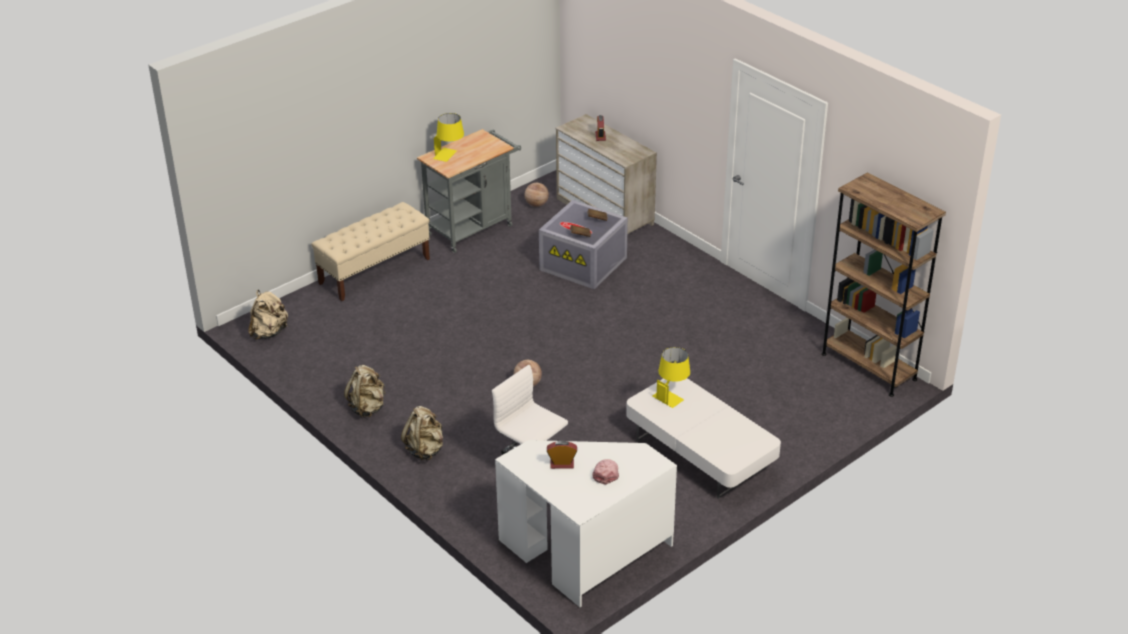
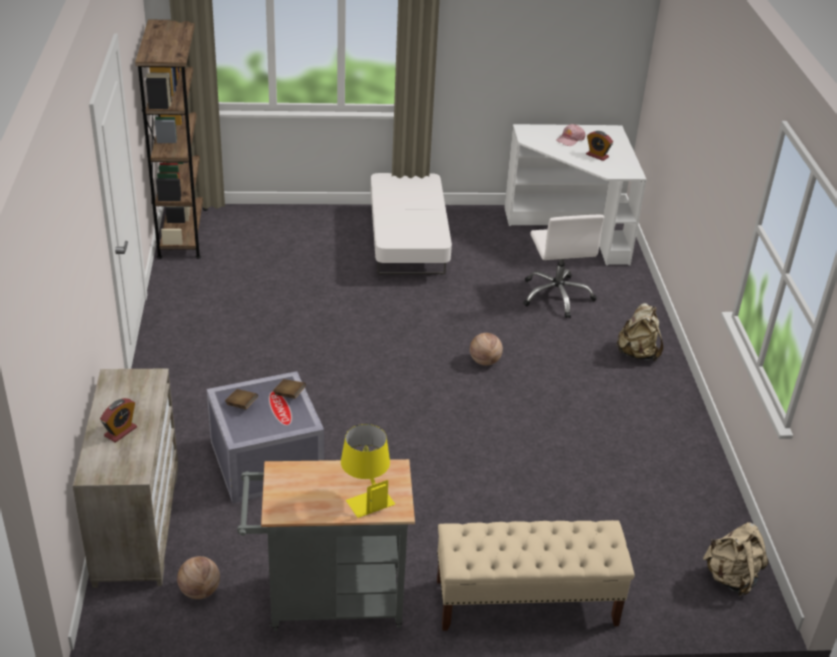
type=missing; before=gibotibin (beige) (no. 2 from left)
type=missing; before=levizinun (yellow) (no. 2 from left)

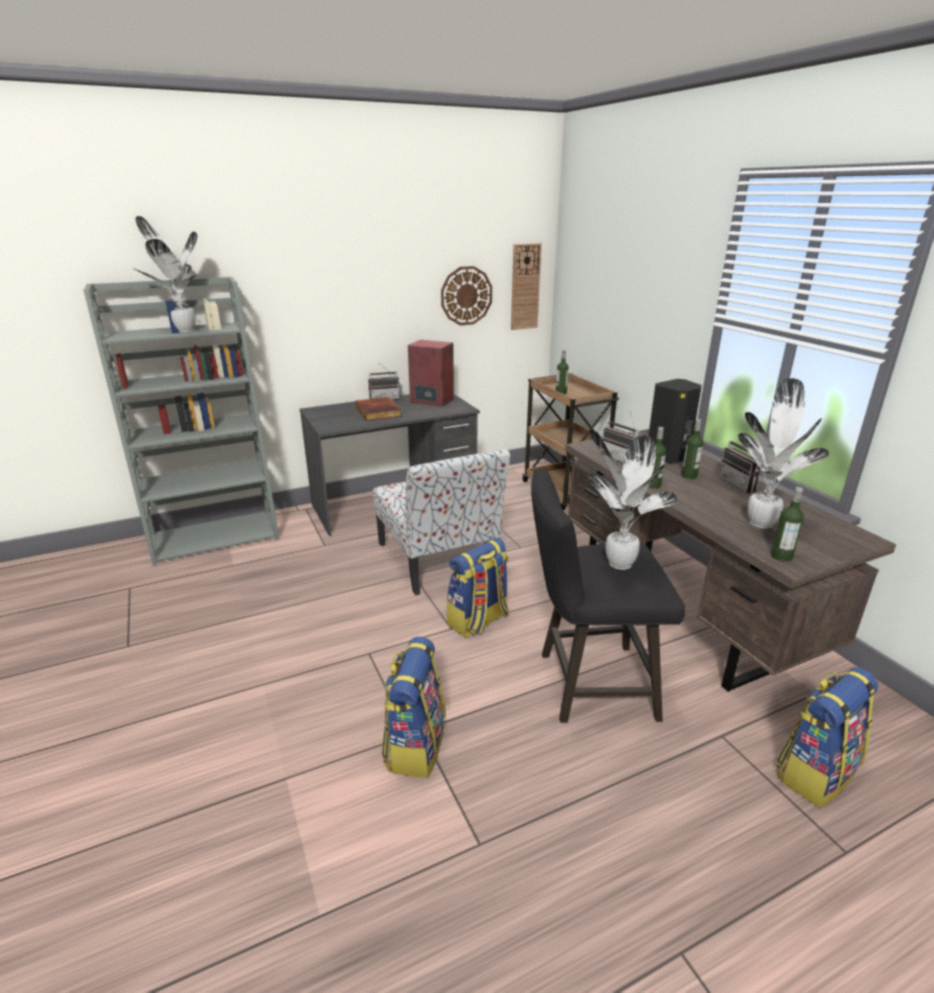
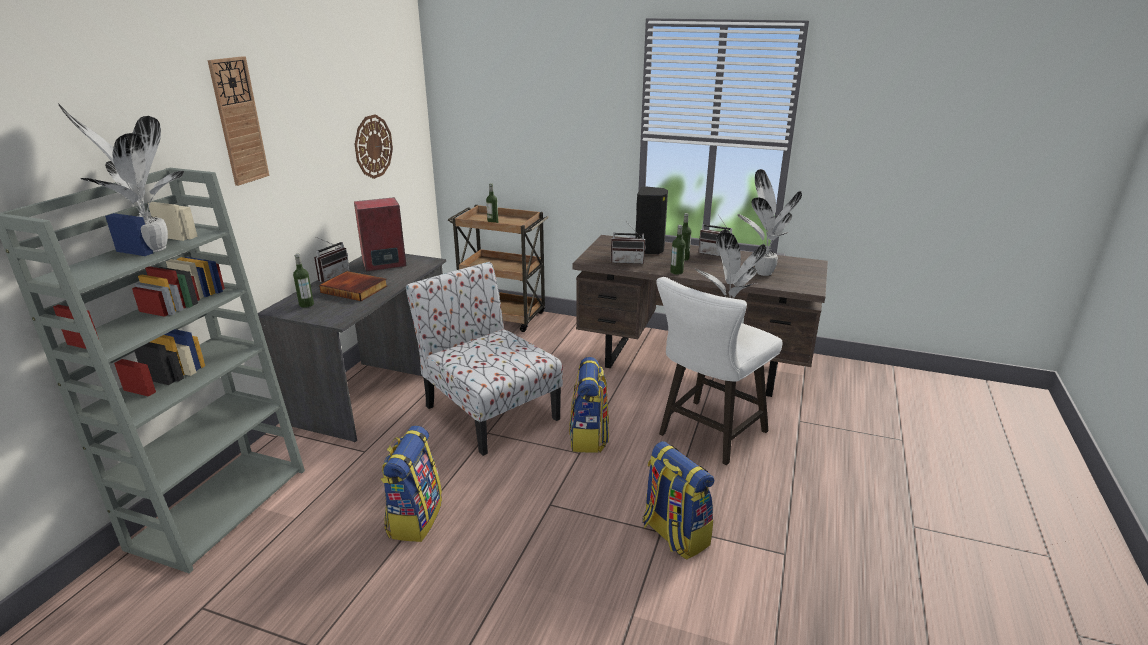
type=relocated; before=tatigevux (no. 2 from left in the first image); after=tatigevux (no. 1 from left)
type=relocated; before=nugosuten (no. 4 from left in the first image); after=nugosuten (no. 1 from left)
type=relocated; before=gibotibin (no. 3 from left in the first image); after=gibotibin (no. 1 from left)
type=colour; before=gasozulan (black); after=gasozulan (white)
type=spun; before=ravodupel; turn=-150

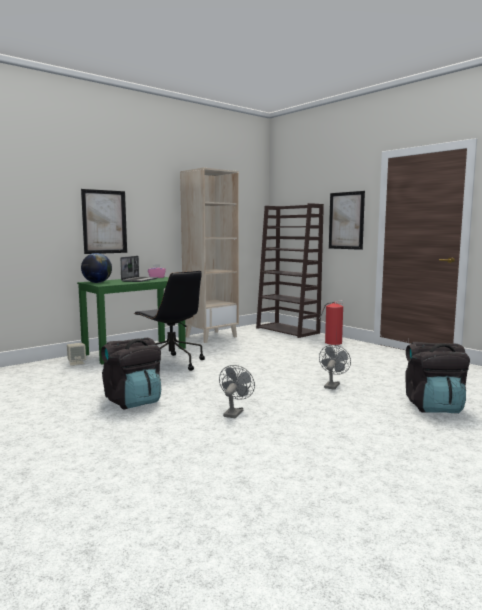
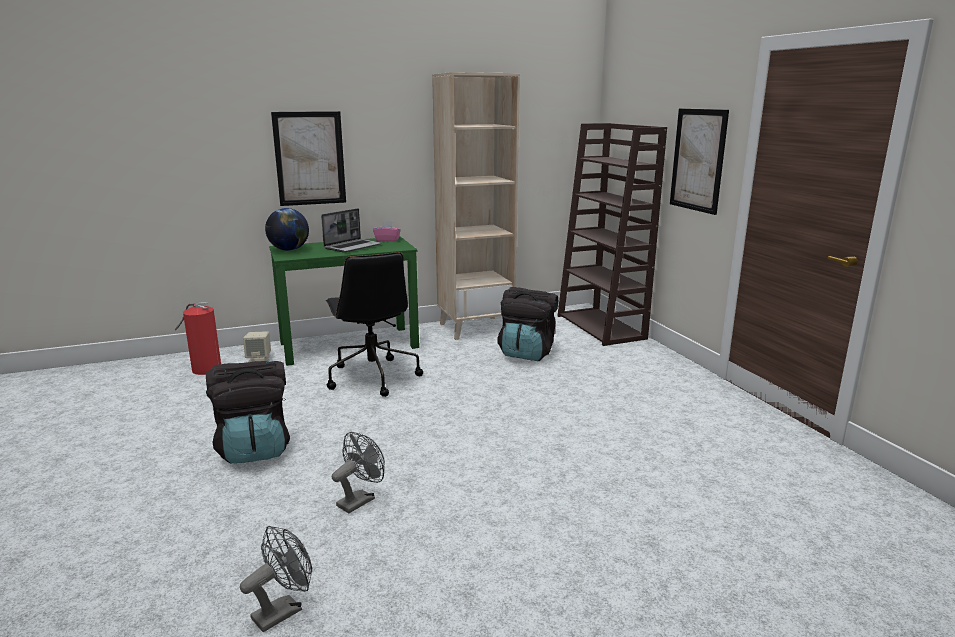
type=relocated; before=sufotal
type=relocated; before=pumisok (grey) (no. 2 from left in the first image); after=pumisok (grey) (no. 1 from left)
type=relocated; before=gibotibin (black) (no. 2 from left)

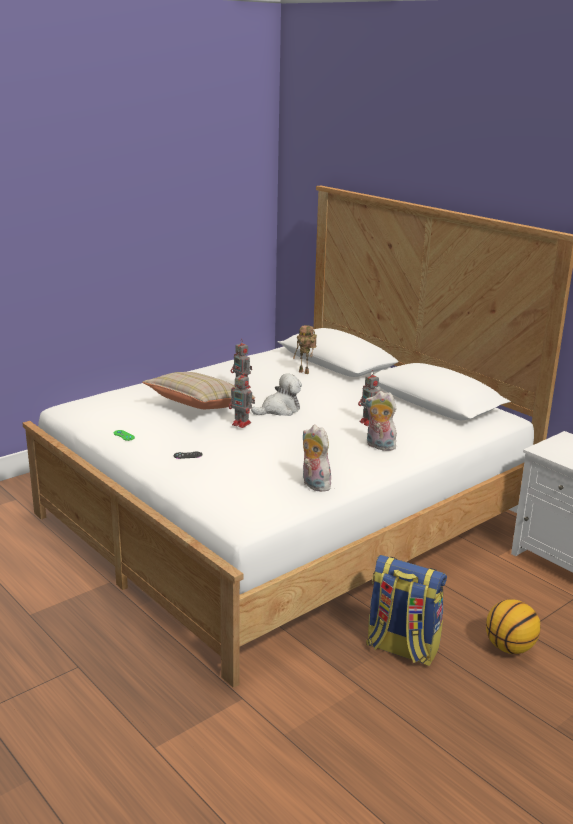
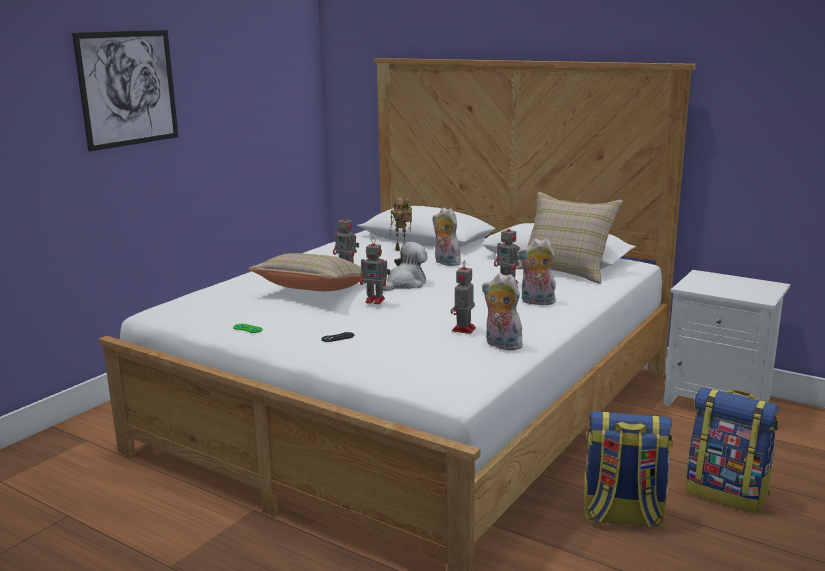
type=appeared; after=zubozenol
type=appeared; after=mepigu (no. 2 from left)
type=appeared; after=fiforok (no. 4 from left)
type=appeared; after=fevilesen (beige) (no. 2 from left)
type=exchanged; before=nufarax; after=gibotibin (no. 2 from left)

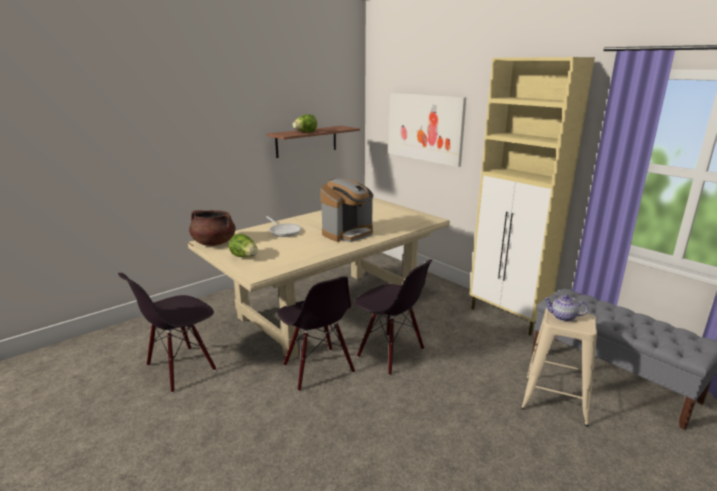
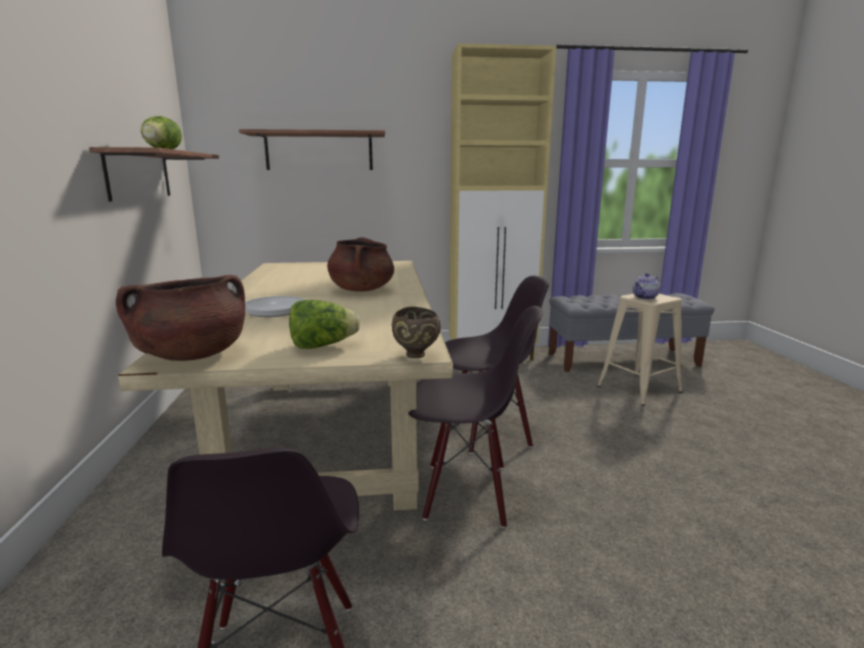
type=appeared; after=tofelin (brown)
type=exchanged; before=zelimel; after=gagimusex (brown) (no. 2 from left)
type=exchanged; before=zubozenol; after=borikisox (no. 2 from left)

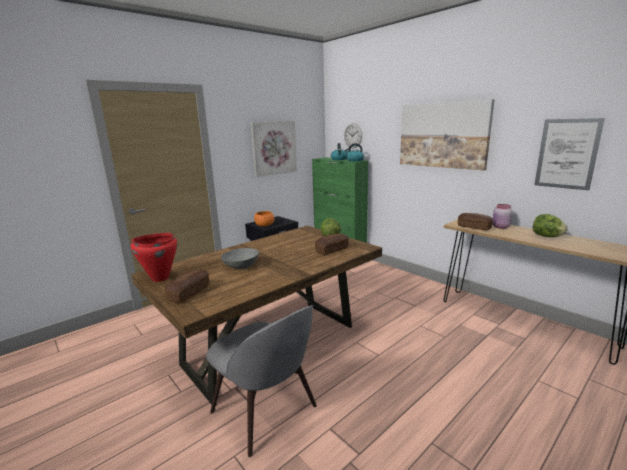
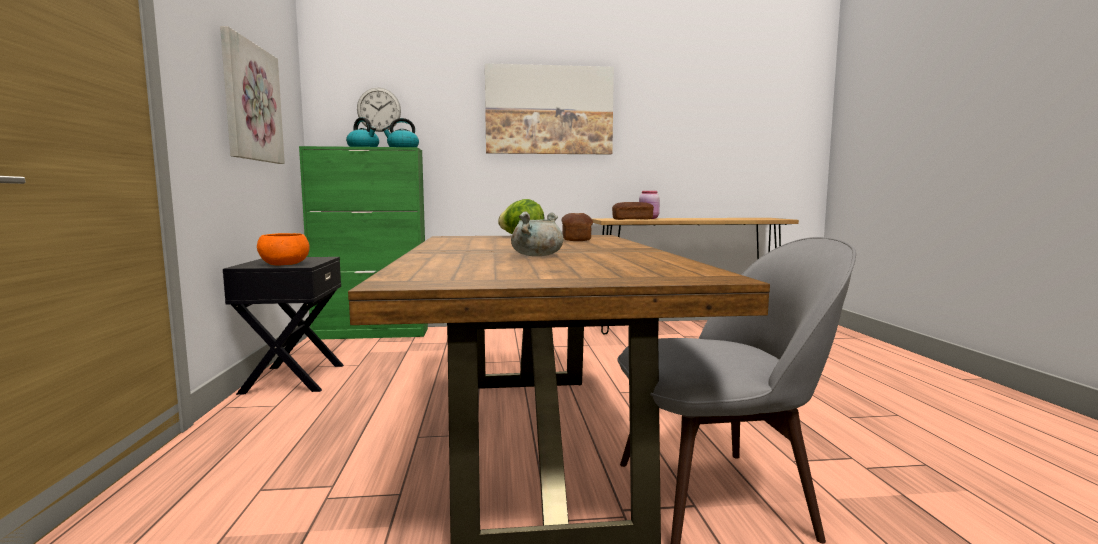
type=missing; before=gagimusex (red)
type=missing; before=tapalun (no. 1 from left)
type=missing; before=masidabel (no. 2 from left)
type=missing; before=zubozenol (no. 3 from left)
type=exchanged; before=tofelin (grey); after=gagimusex (grey)

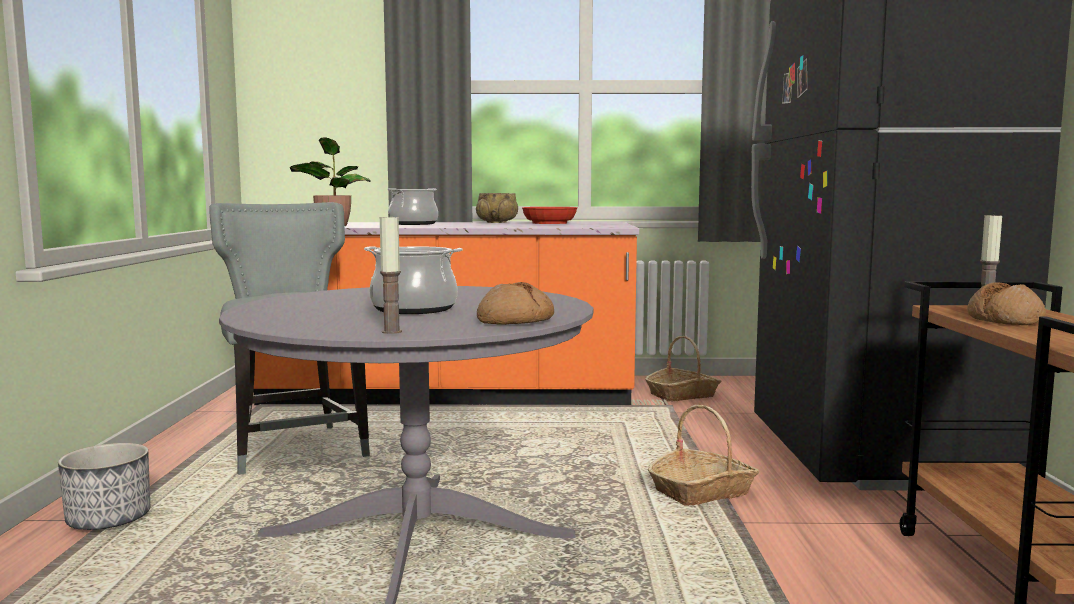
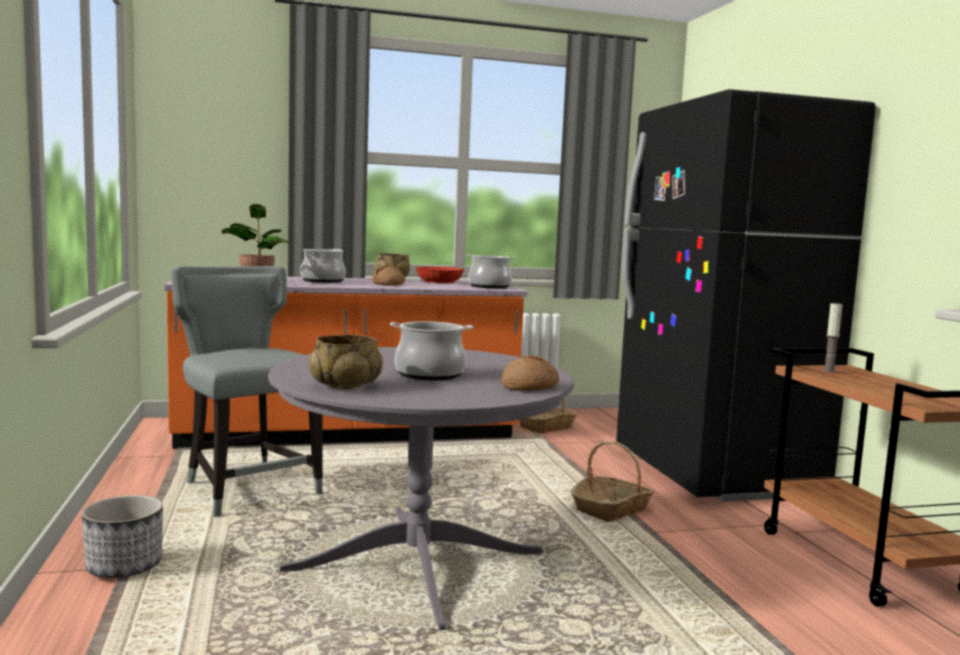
type=missing; before=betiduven (no. 1 from left)
type=appeared; after=tofelin (beige) (no. 1 from left)
type=appeared; after=gagimusex (no. 3 from left)
type=relocated; before=tapalun (no. 2 from left in the first image); after=tapalun (no. 1 from left)

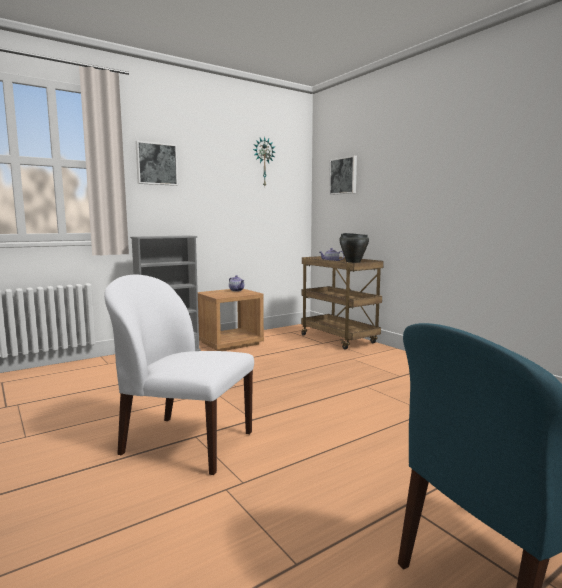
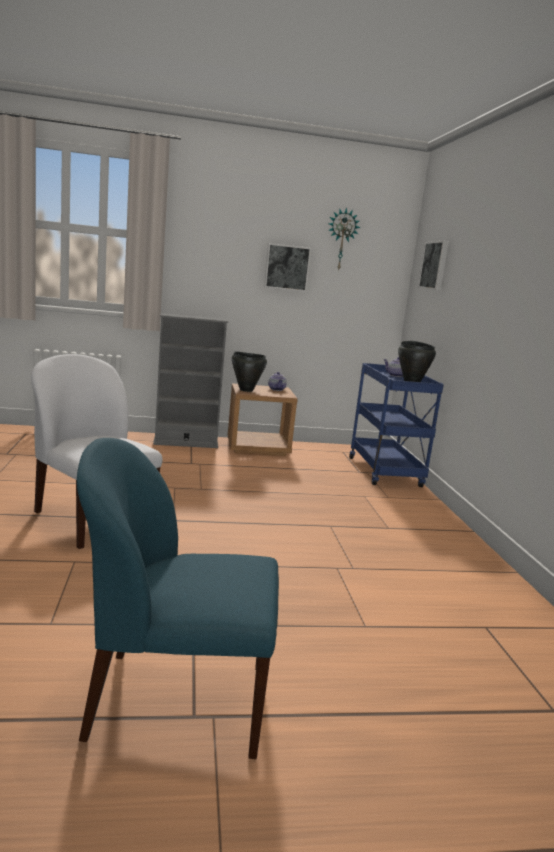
type=appeared; after=gagimusex (black) (no. 1 from left)
type=relocated; before=zubozenol (no. 1 from left)
type=colour; before=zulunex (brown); after=zulunex (blue)

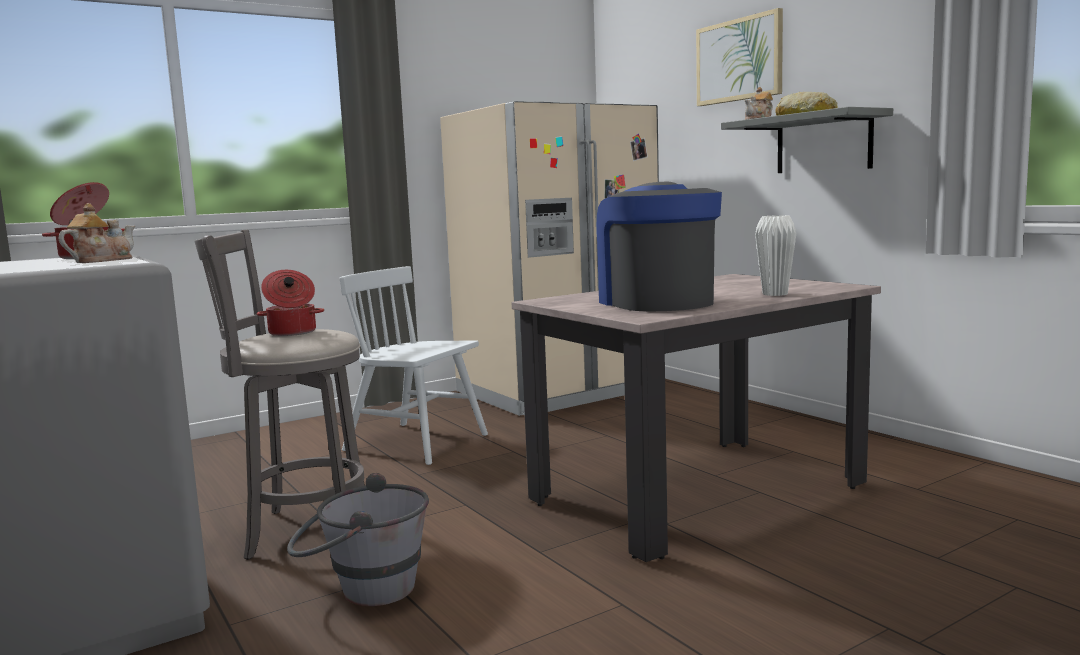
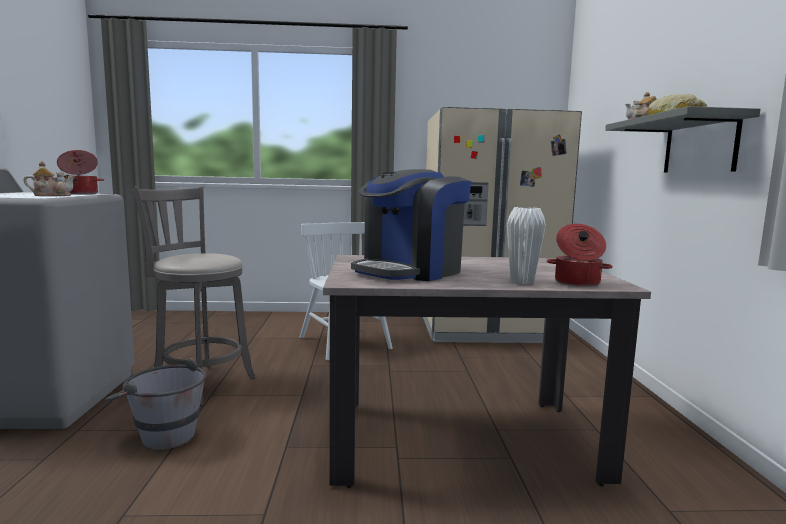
type=missing; before=zubozenol
type=relocated; before=gagimusex (no. 2 from left)
type=spun; before=zelimel; turn=-150

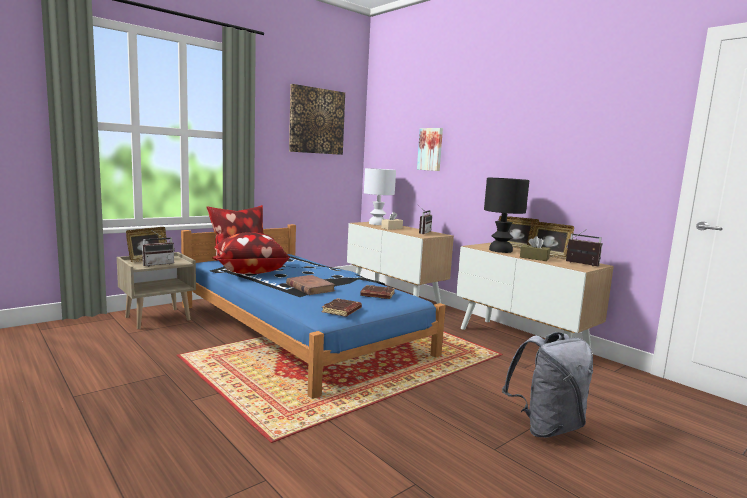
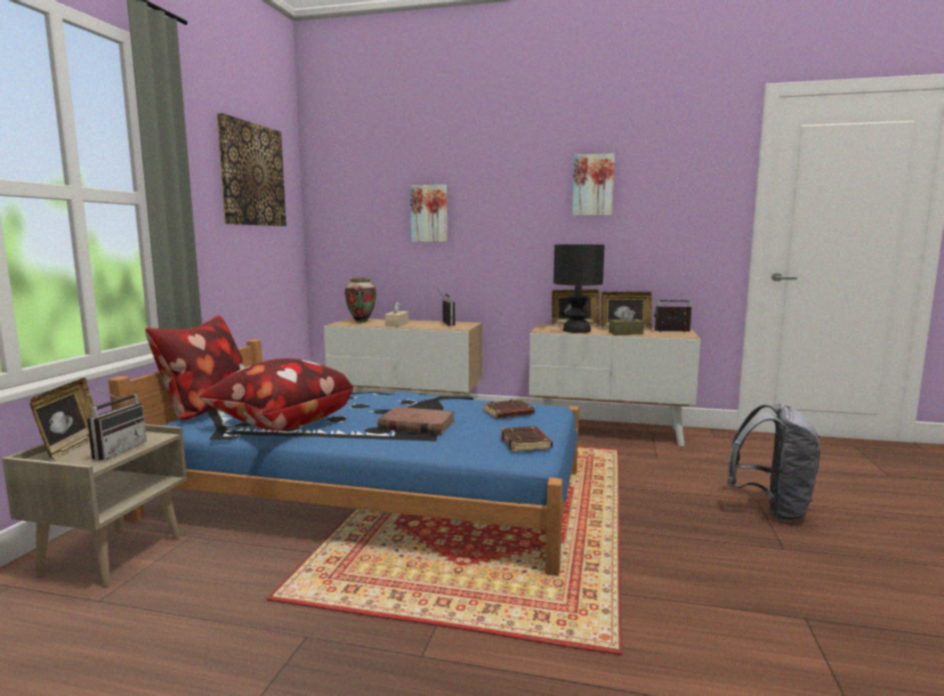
type=appeared; after=zubozenol (no. 3 from left)
type=exchanged; before=levizinun (white); after=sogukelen

